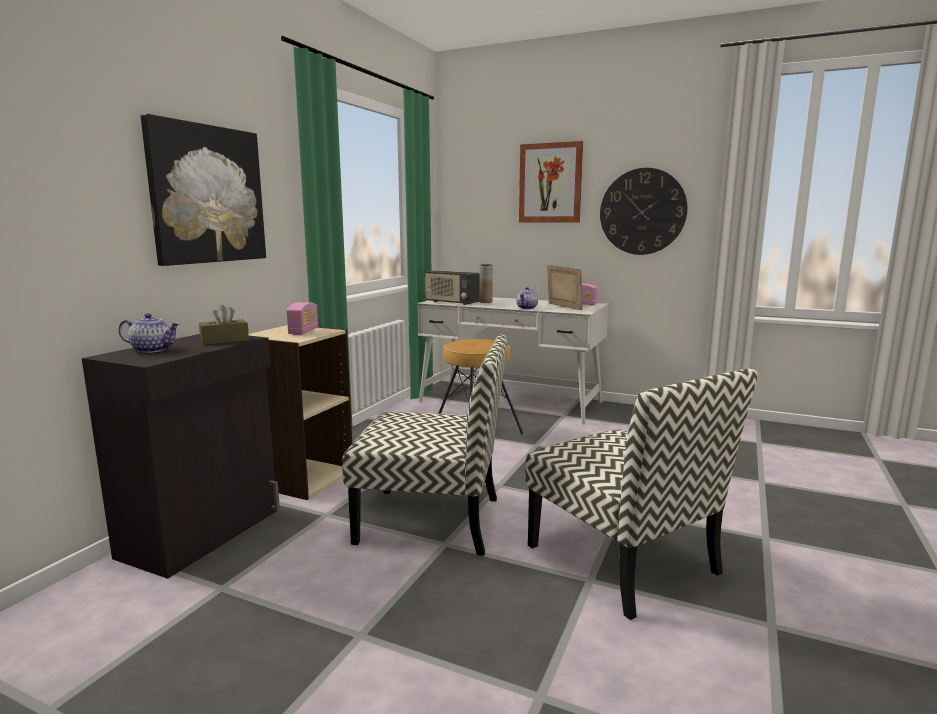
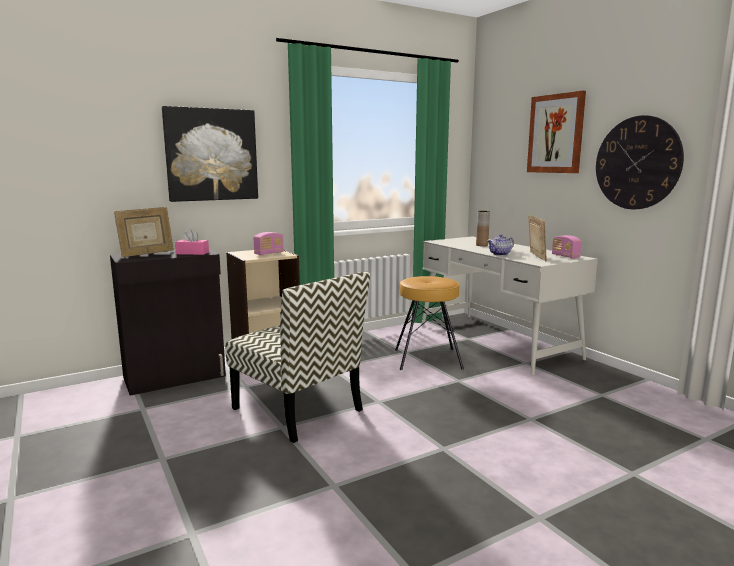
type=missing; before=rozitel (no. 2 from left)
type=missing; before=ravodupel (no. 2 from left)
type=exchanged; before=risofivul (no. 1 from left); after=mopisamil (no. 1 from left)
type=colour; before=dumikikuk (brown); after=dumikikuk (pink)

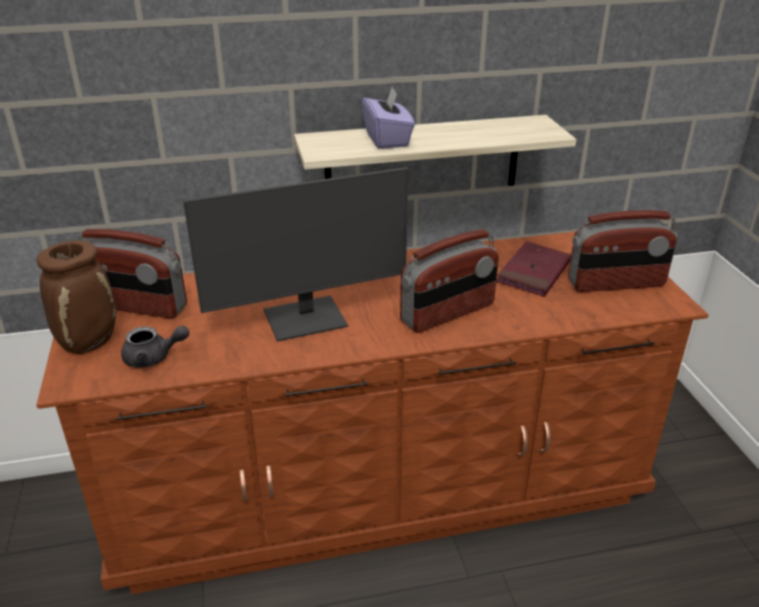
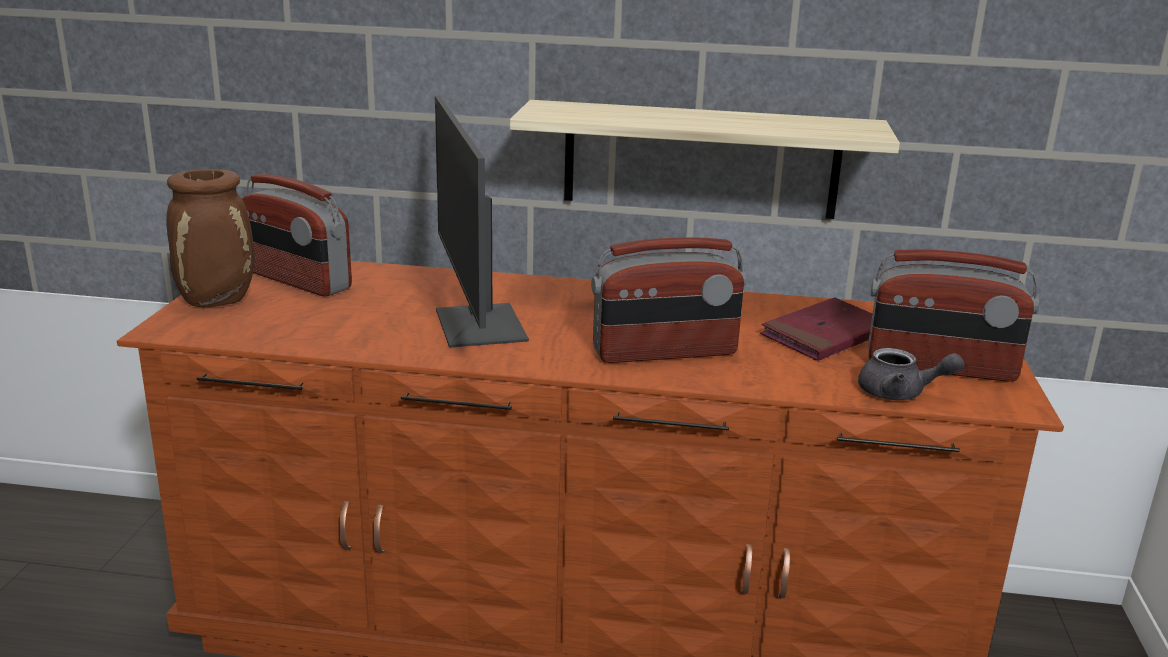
type=missing; before=dumikikuk (purple)
type=relocated; before=risofivul (grey)
type=spun; before=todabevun; turn=75

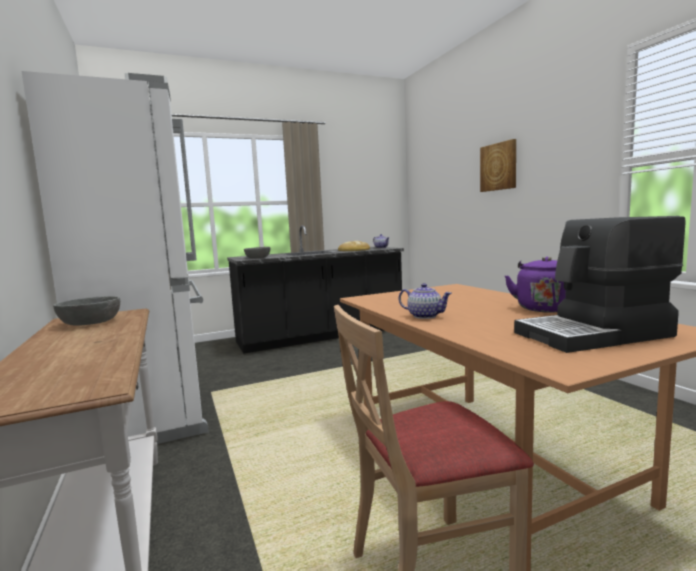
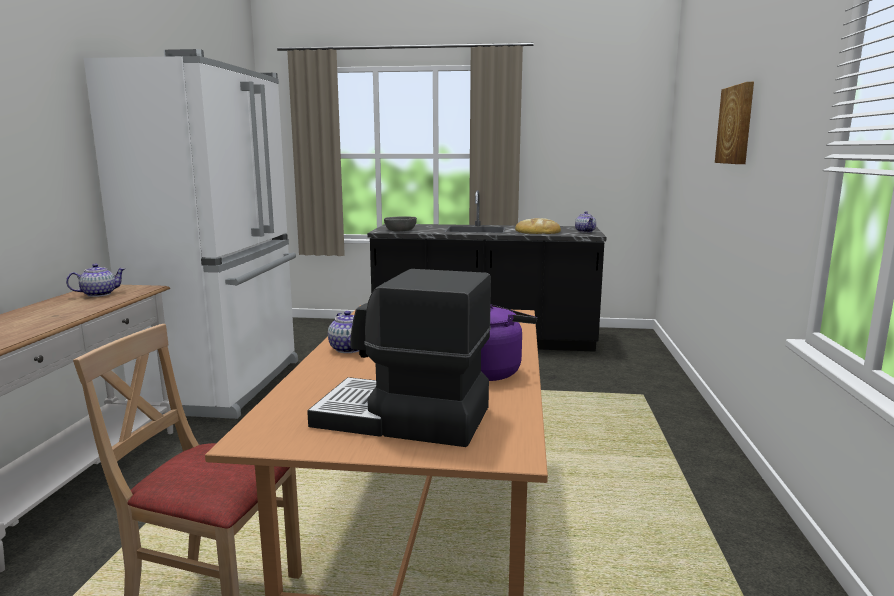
type=exchanged; before=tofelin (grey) (no. 1 from left); after=risofivul (no. 1 from left)

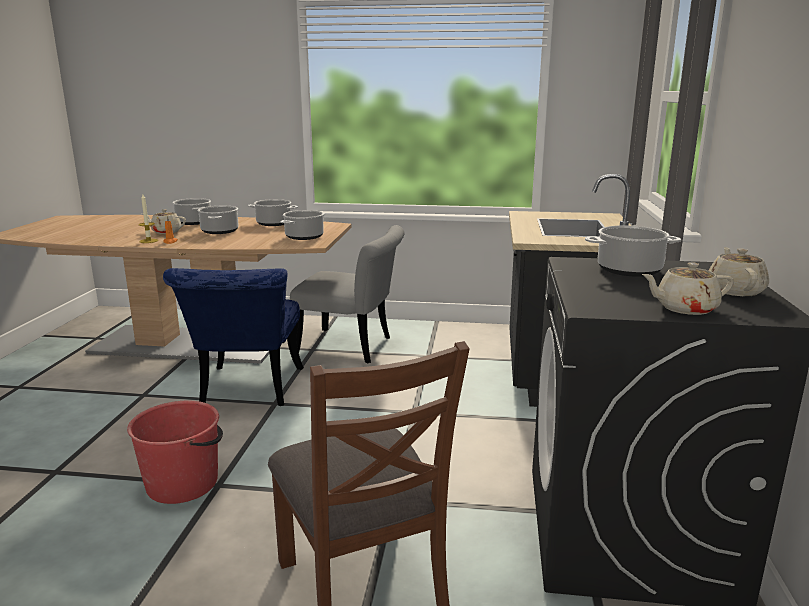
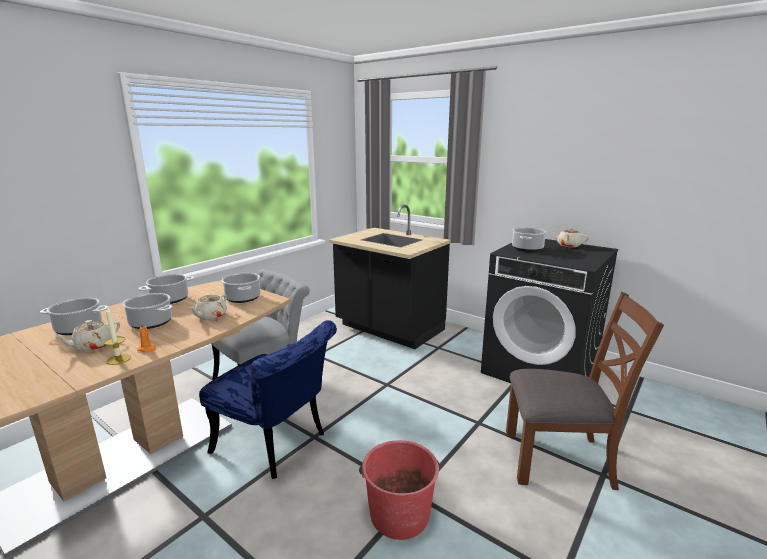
type=relocated; before=risofivul (beige) (no. 2 from left)

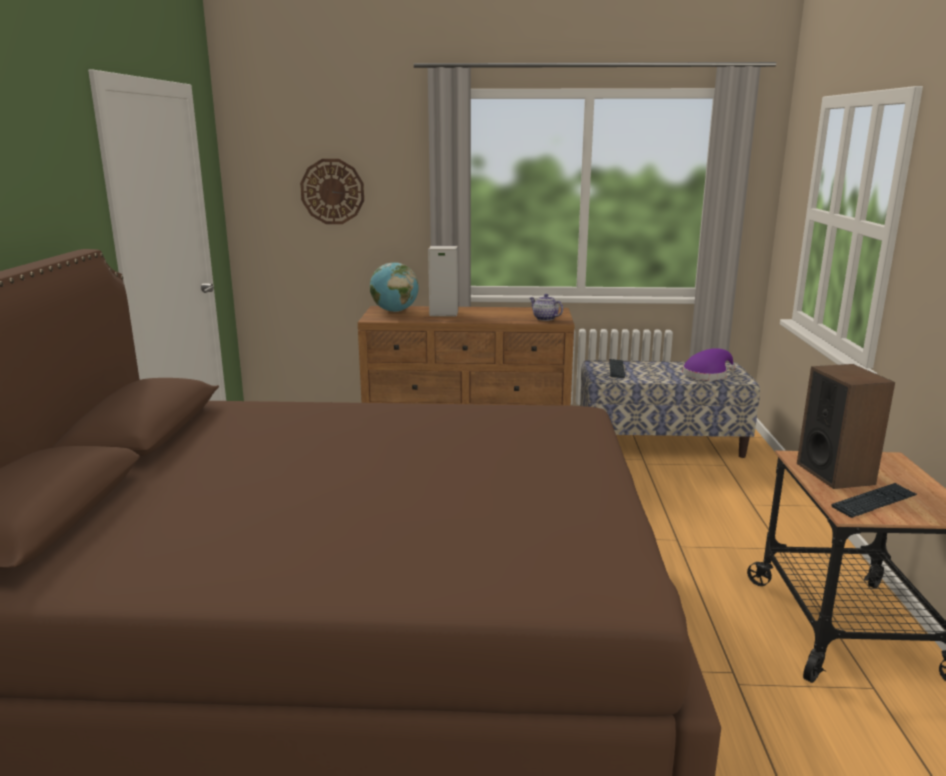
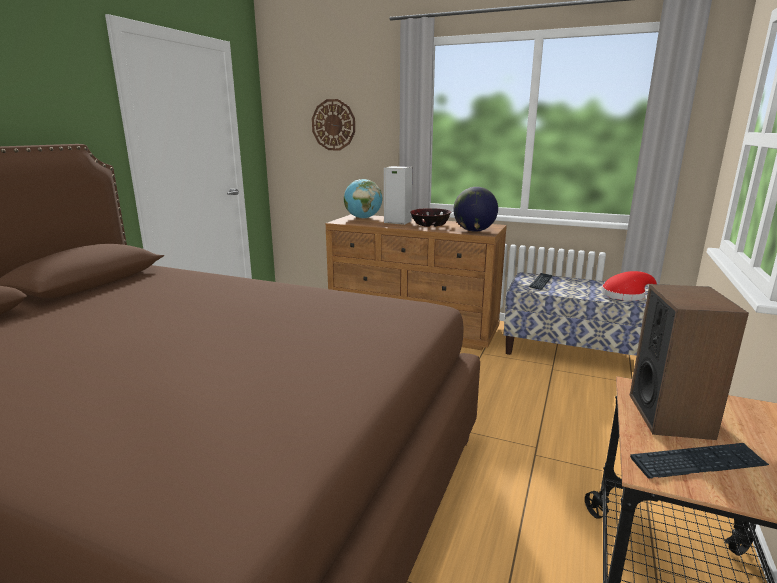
type=appeared; after=tofelin
type=exchanged; before=risofivul; after=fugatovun (no. 2 from left)
type=colour; before=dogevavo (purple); after=dogevavo (red)

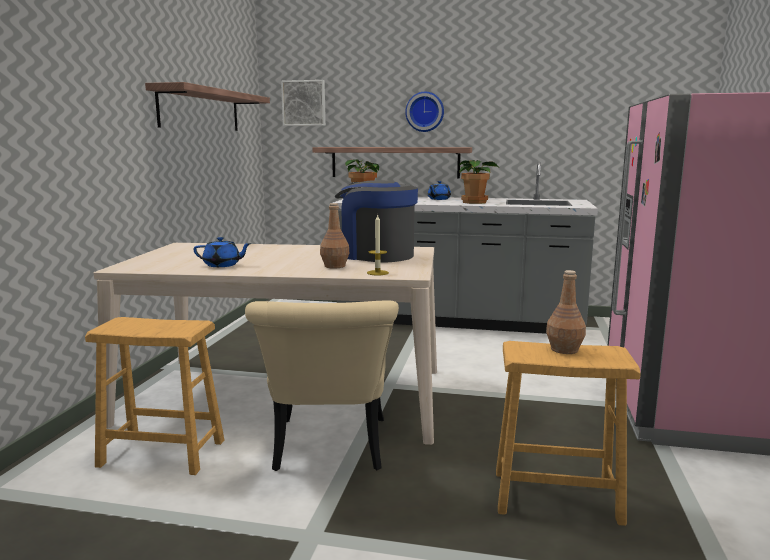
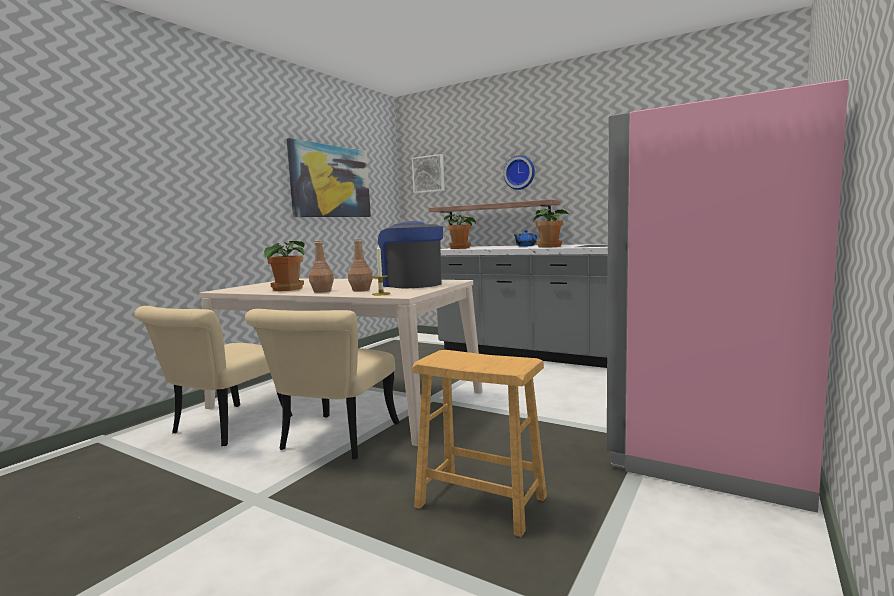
type=relocated; before=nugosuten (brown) (no. 2 from left in the first image); after=nugosuten (brown) (no. 1 from left)
type=exchanged; before=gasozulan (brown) (no. 1 from left); after=ravodupel (beige) (no. 1 from left)
type=exchanged; before=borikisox (no. 1 from left); after=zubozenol (no. 1 from left)
type=exchanged; before=risofivul (blue) (no. 1 from left); after=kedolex (no. 1 from left)

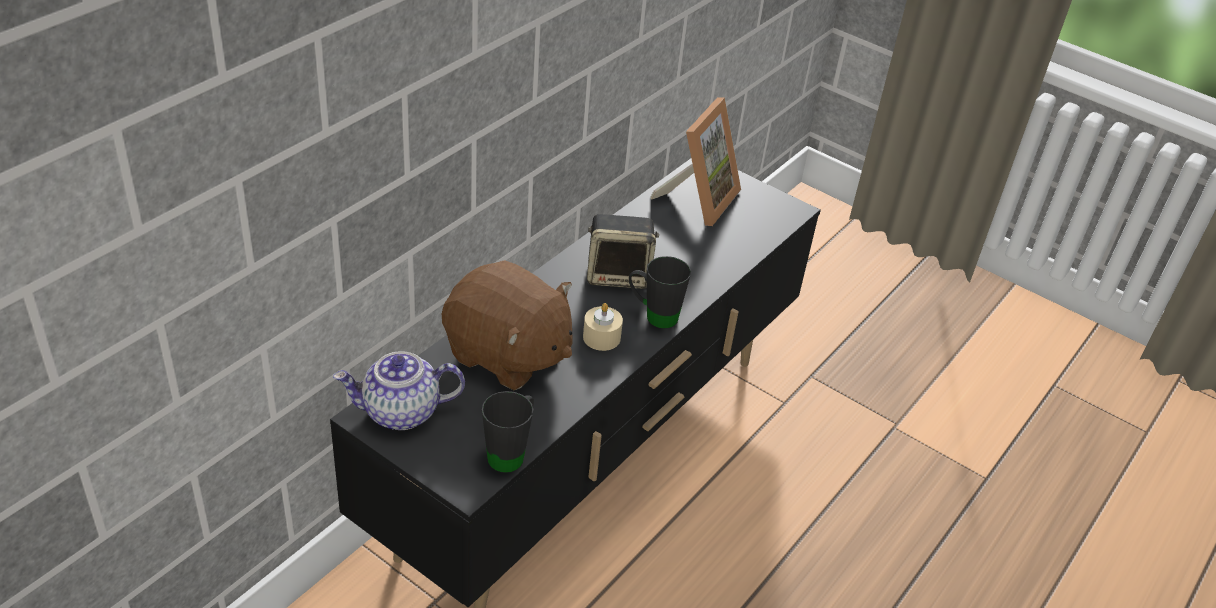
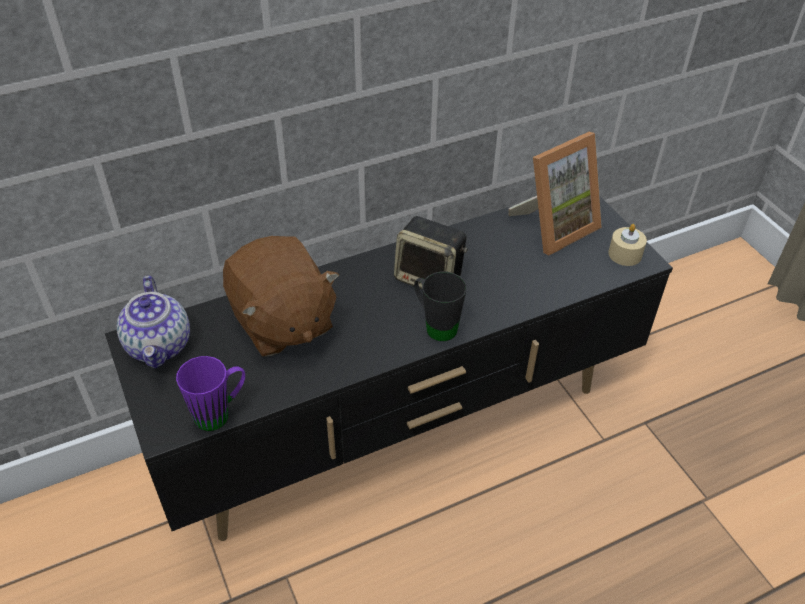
type=relocated; before=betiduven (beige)
type=colour; before=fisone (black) (no. 1 from left); after=fisone (purple)
type=spun; before=risofivul; turn=-120

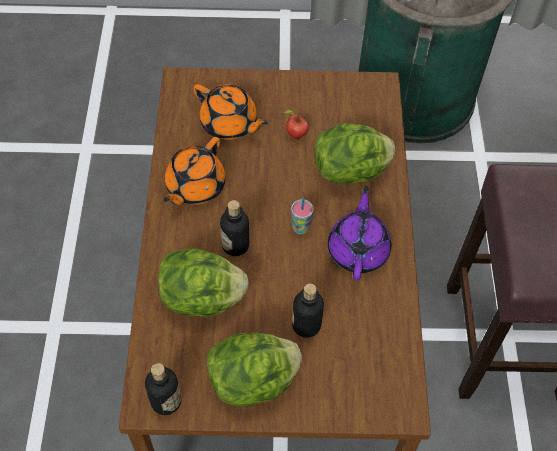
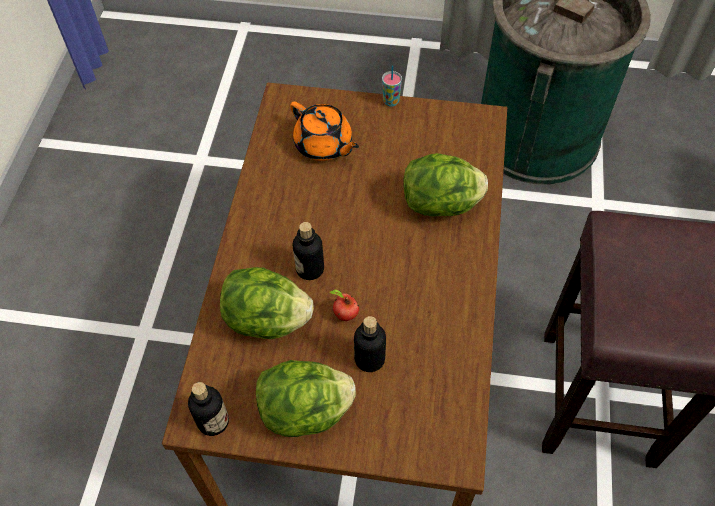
type=missing; before=risofivul (orange) (no. 1 from left)
type=missing; before=risofivul (purple)
type=relocated; before=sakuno
type=relocated; before=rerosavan

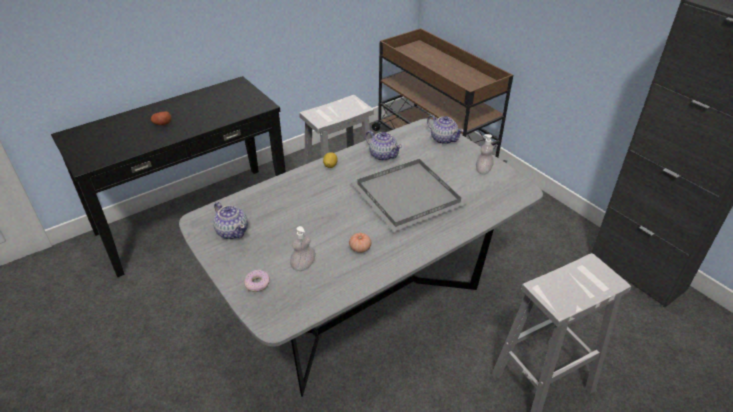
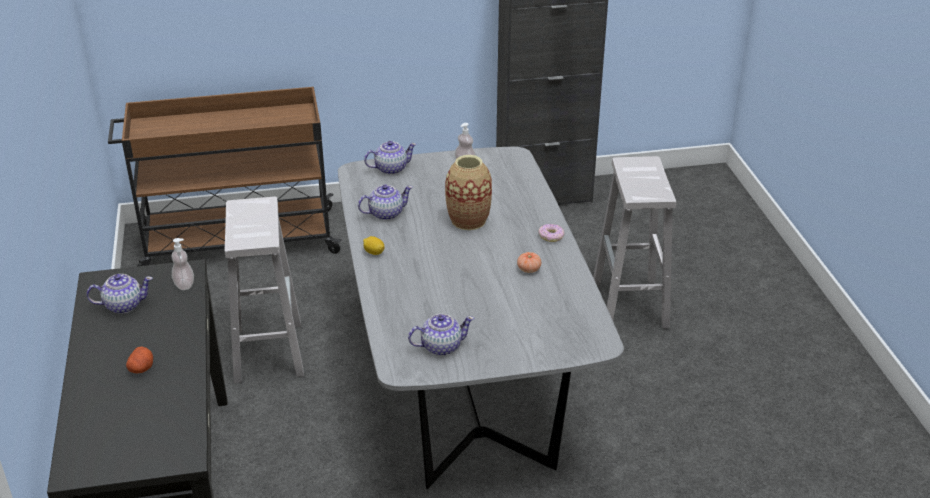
type=appeared; after=risofivul (no. 1 from left)
type=relocated; before=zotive
type=relocated; before=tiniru (no. 1 from left)
type=exchanged; before=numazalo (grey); after=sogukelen

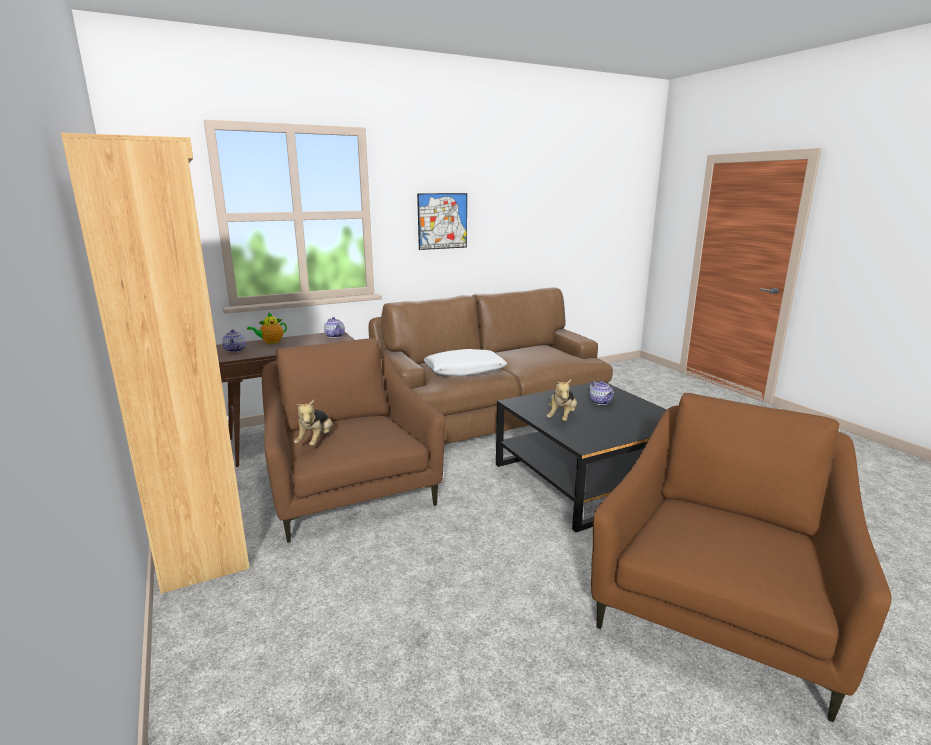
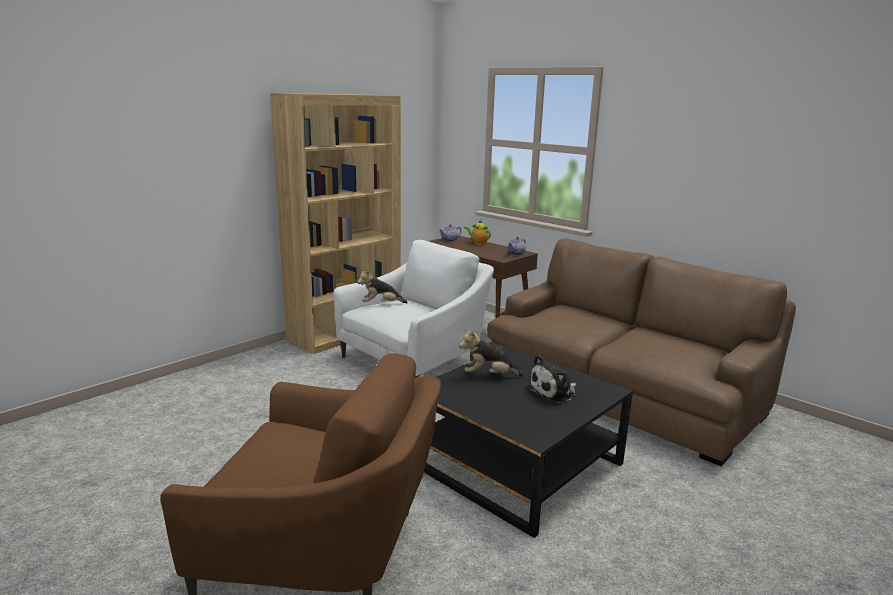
type=missing; before=zubozenol
type=missing; before=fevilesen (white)
type=exchanged; before=risofivul (no. 4 from left); after=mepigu (no. 3 from left)
type=colour; before=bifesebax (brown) (no. 1 from left); after=bifesebax (white)

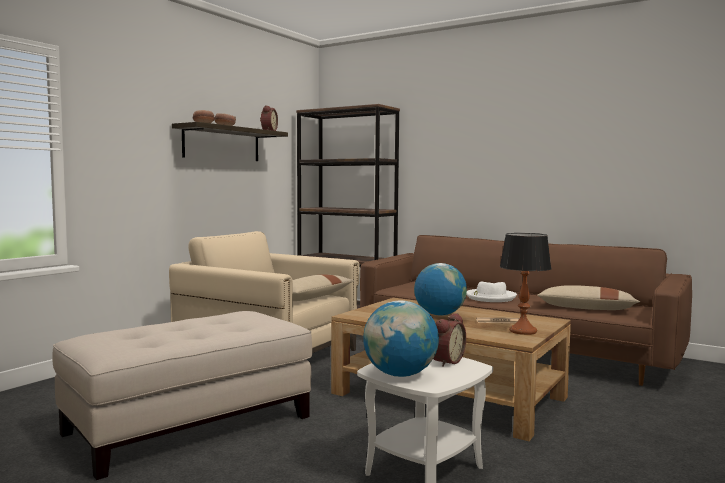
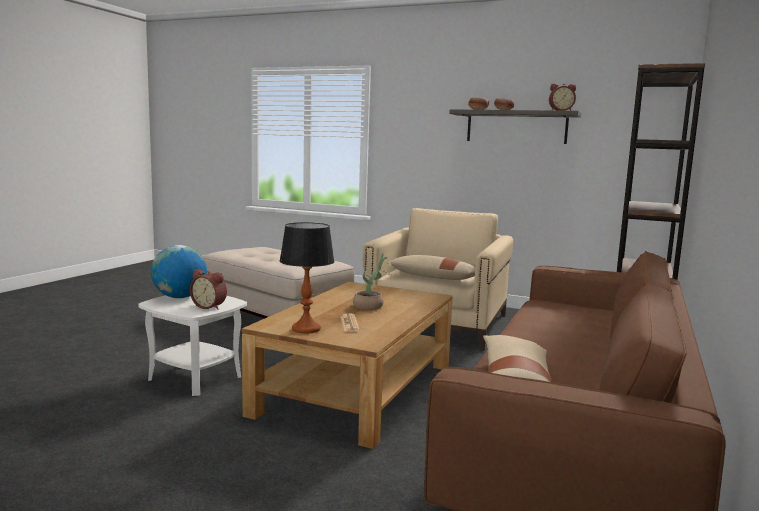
type=missing; before=dogevavo (white)
type=exchanged; before=fugatovun (no. 2 from left); after=kedolex

